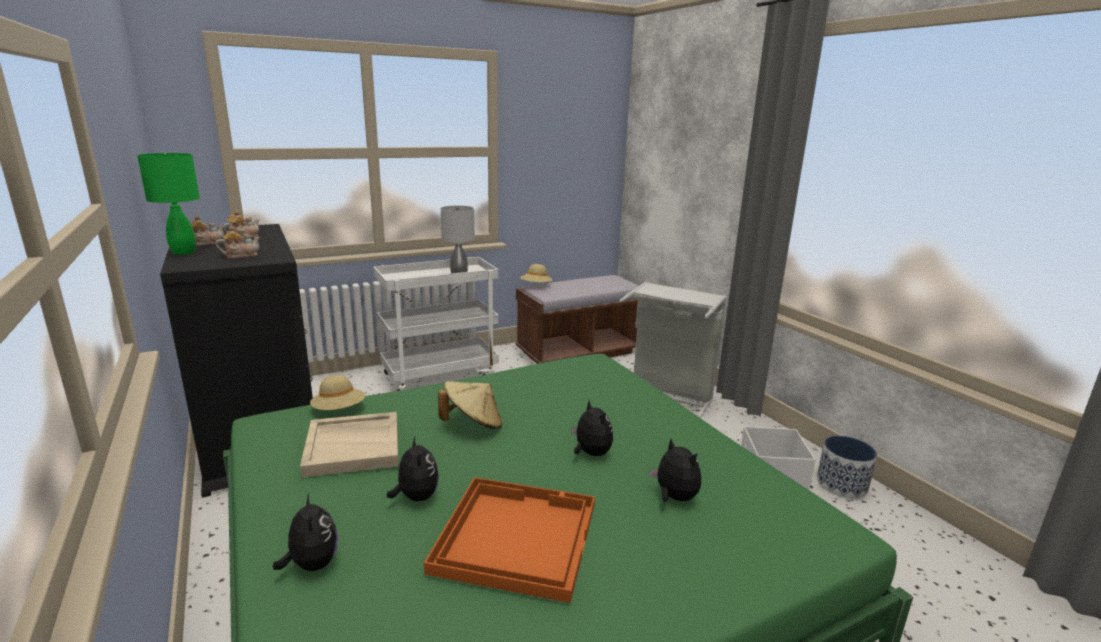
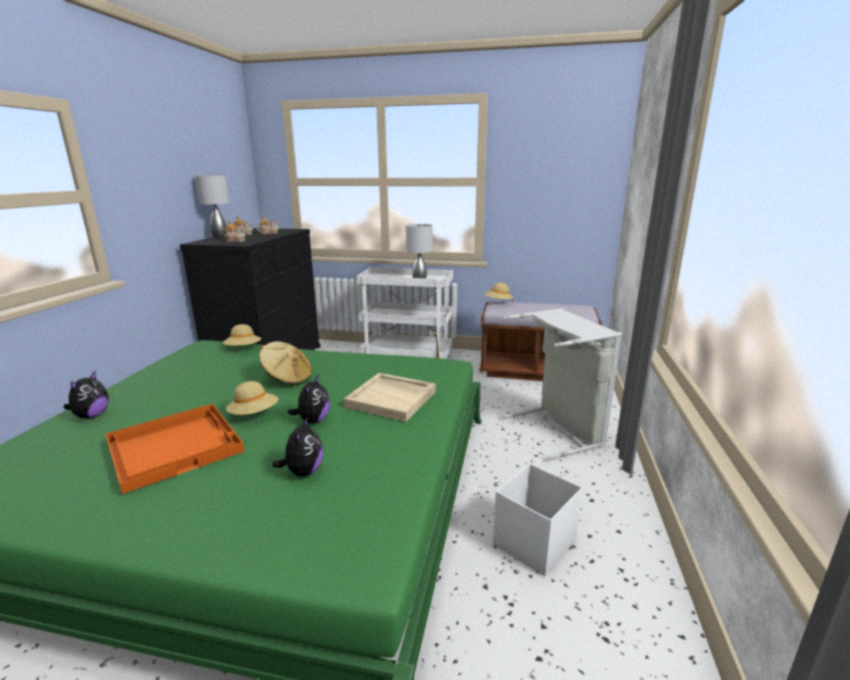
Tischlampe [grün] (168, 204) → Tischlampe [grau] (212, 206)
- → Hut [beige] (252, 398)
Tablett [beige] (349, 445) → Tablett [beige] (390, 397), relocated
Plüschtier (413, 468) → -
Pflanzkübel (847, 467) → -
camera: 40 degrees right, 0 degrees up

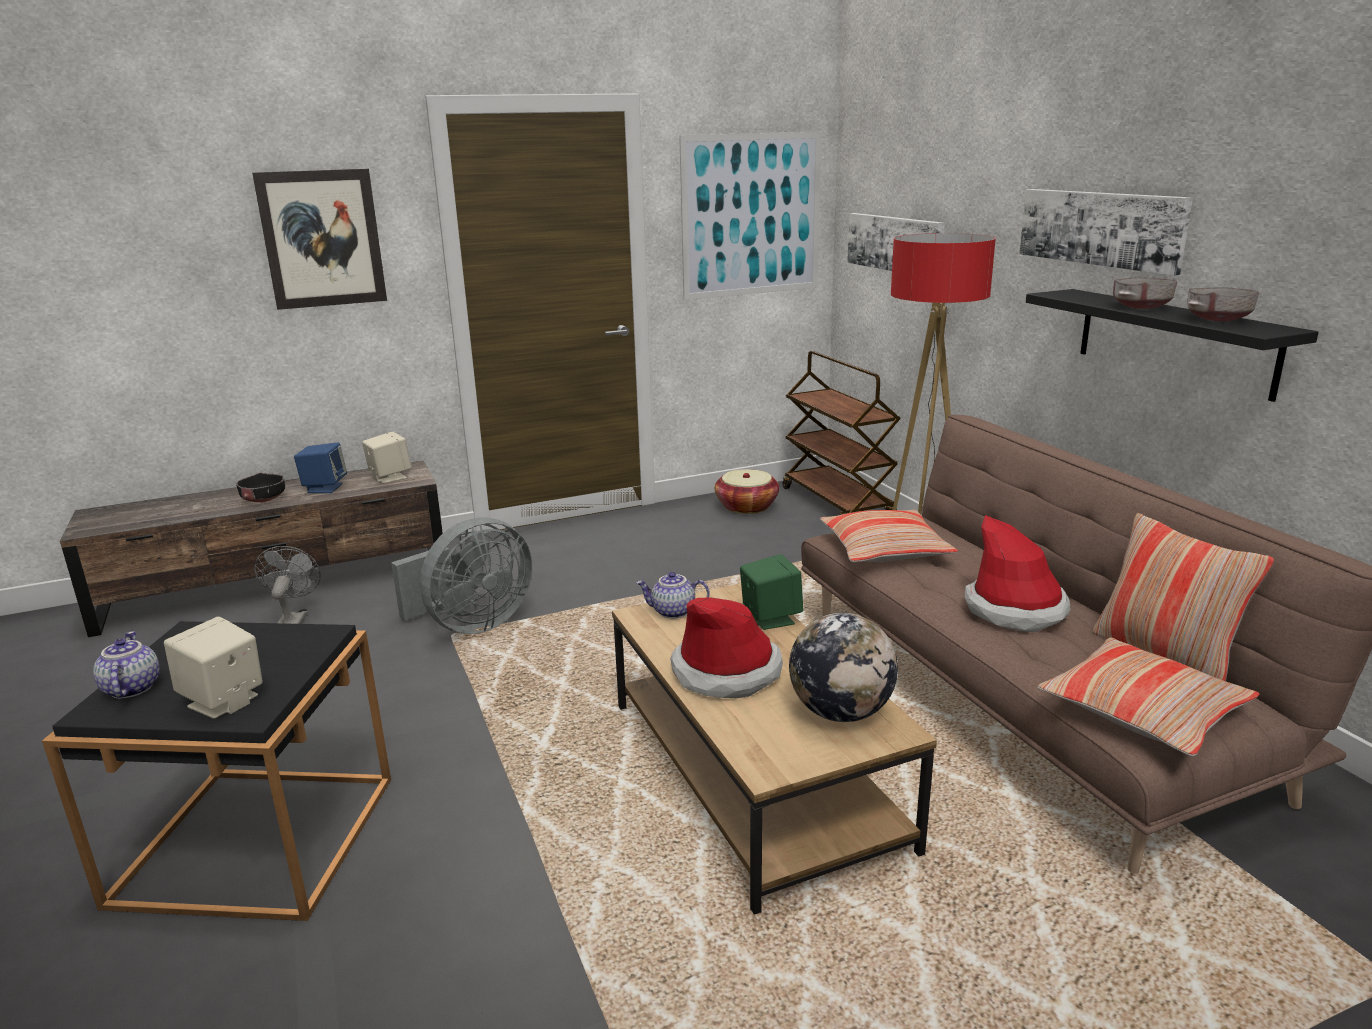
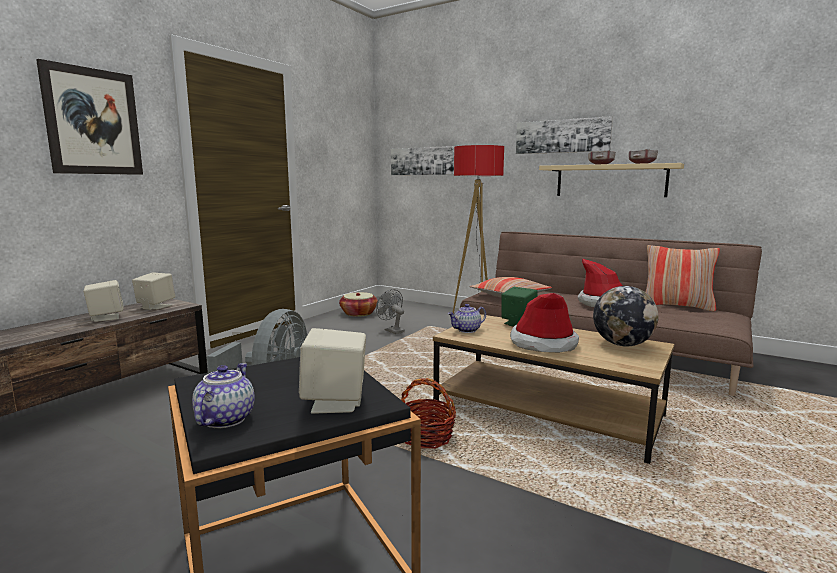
Lautsprecher [blau] (320, 468) → Lautsprecher [beige] (104, 301)
Teekanne (126, 665) → Teekanne (223, 395), 60 degrees clockwise
Ventilator [grau] (287, 585) → Ventilator [grau] (390, 311), relocated
- → Korb (428, 413)
Wandregal [schwarz] (1172, 345) → Wandregal [beige] (611, 180)
Schüssel [schwarz] (260, 487) → -
Bild (750, 216) → -
Rollwagen [braun] (842, 433) → -
Kissen (1148, 697) → -
camera: 35 degrees left, 10 degrees down

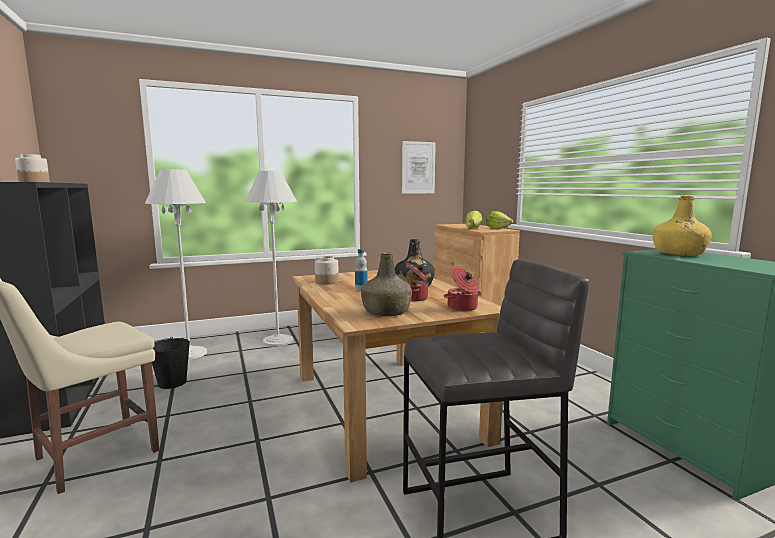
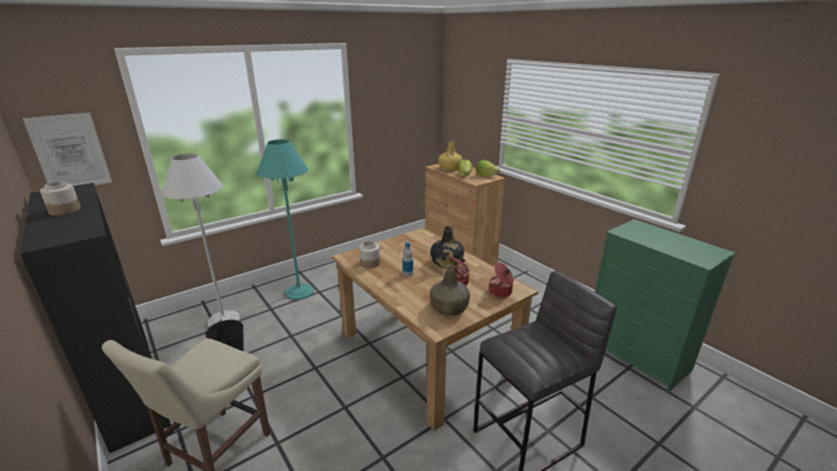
Bild (419, 167) → Bild (67, 149), relocated
Stehlampe [weiß] (271, 259) → Stehlampe [türkis] (285, 219)
Flasche [gelb] (682, 226) → Flasche [gelb] (450, 156), relocated
camera: 15 degrees left, 15 degrees up

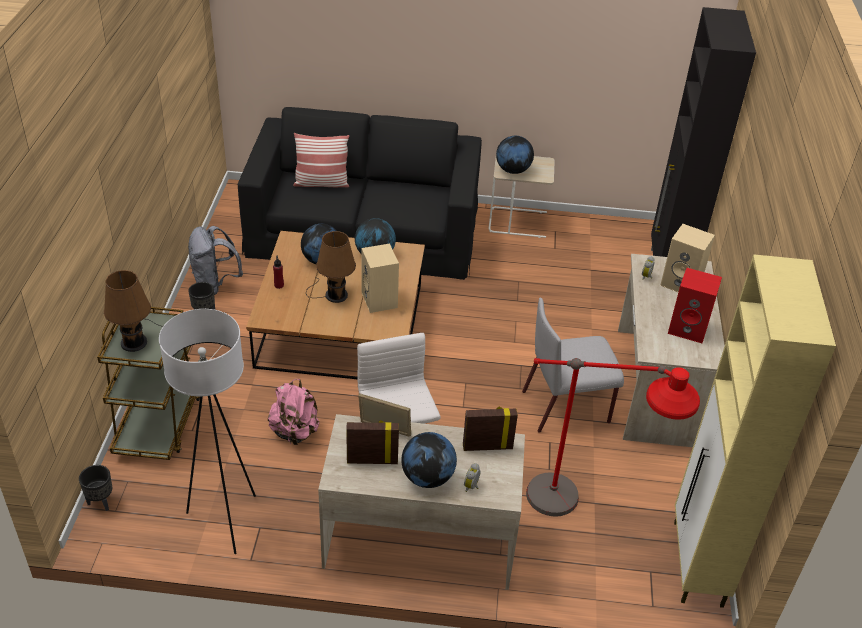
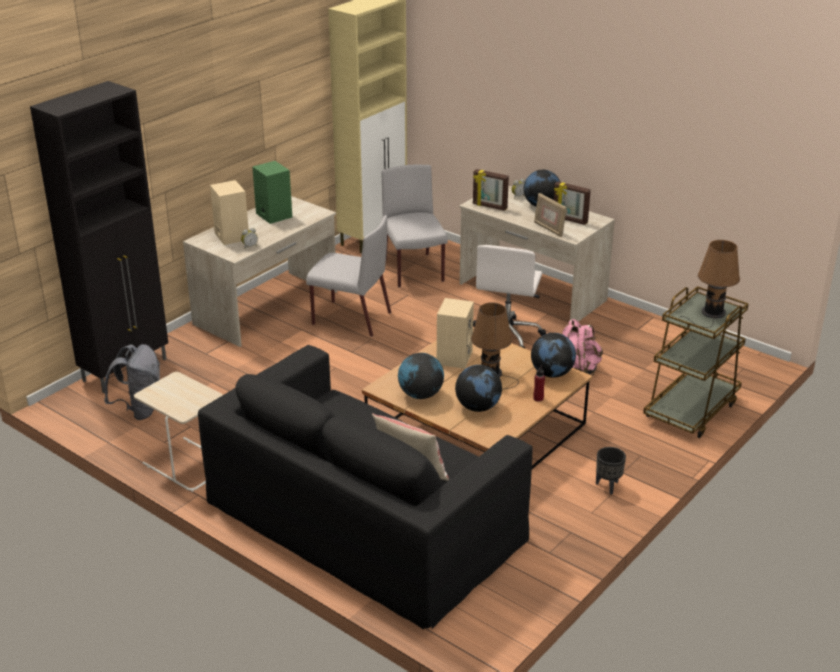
Rucksack [grau] (215, 260) → Rucksack [grau] (132, 382), relocated
Lautsprecher [rot] (695, 305) → Lautsprecher [grün] (272, 192)
Stehlampe [rot] (613, 437) → Stuhl [grau] (414, 226)
Globus (515, 155) → Globus (553, 355), relocated
Pflanzkübel [schwarz] (95, 488) → -
Stehlampe [weiß] (207, 431) → -
camera: 145 degrees left, 10 degrees down

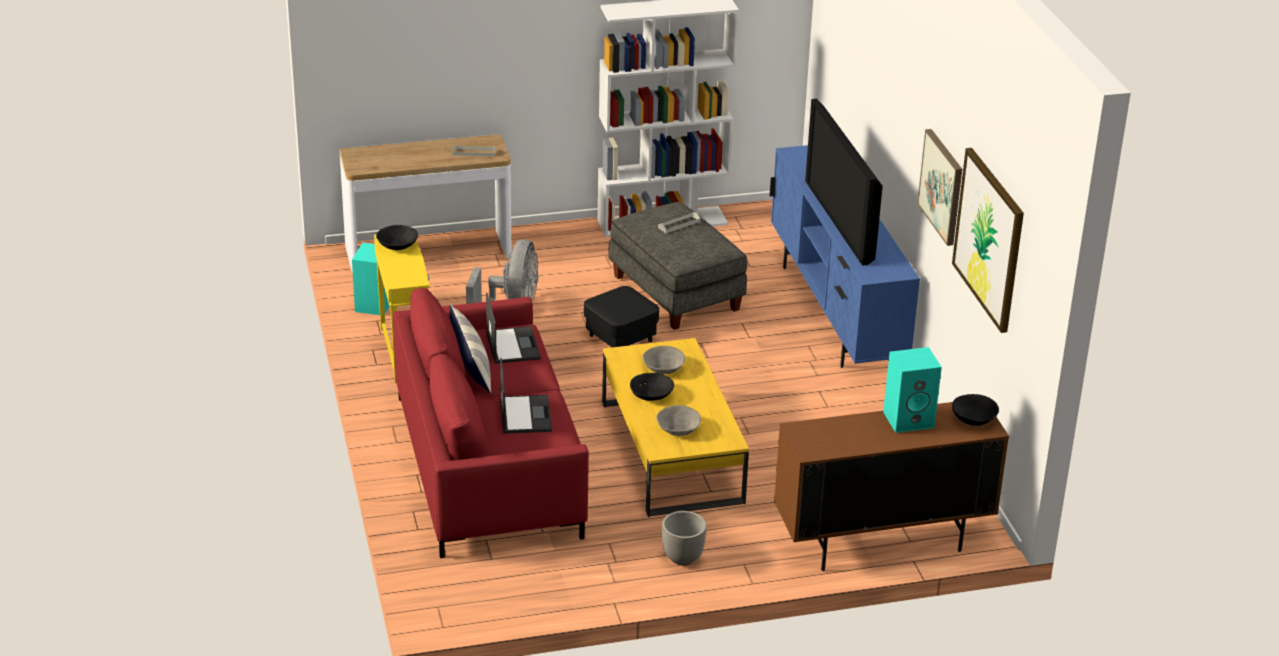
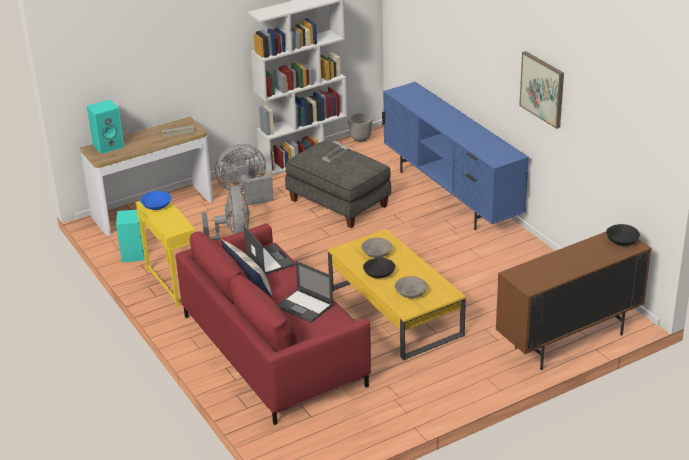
Lautsprecher [türkis] (912, 390) → Lautsprecher [türkis] (105, 127), relocated
Schüssel [schwarz] (397, 237) → Schüssel [blau] (155, 200)
- → Ventilator [grau] (244, 175)
Laptop (526, 396) → Laptop (305, 292), 150 degrees clockwise
Pflanzkübel (684, 538) → Pflanzkübel (360, 127), relocated
Polsterhocker [schwarz] (621, 316) → -
Fernseher (844, 182) → -
Bild (988, 240) → -
camera: 15 degrees left, 0 degrees up

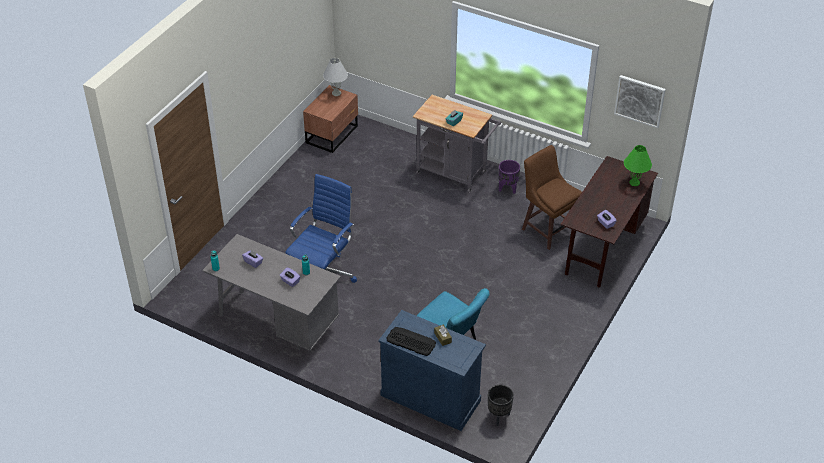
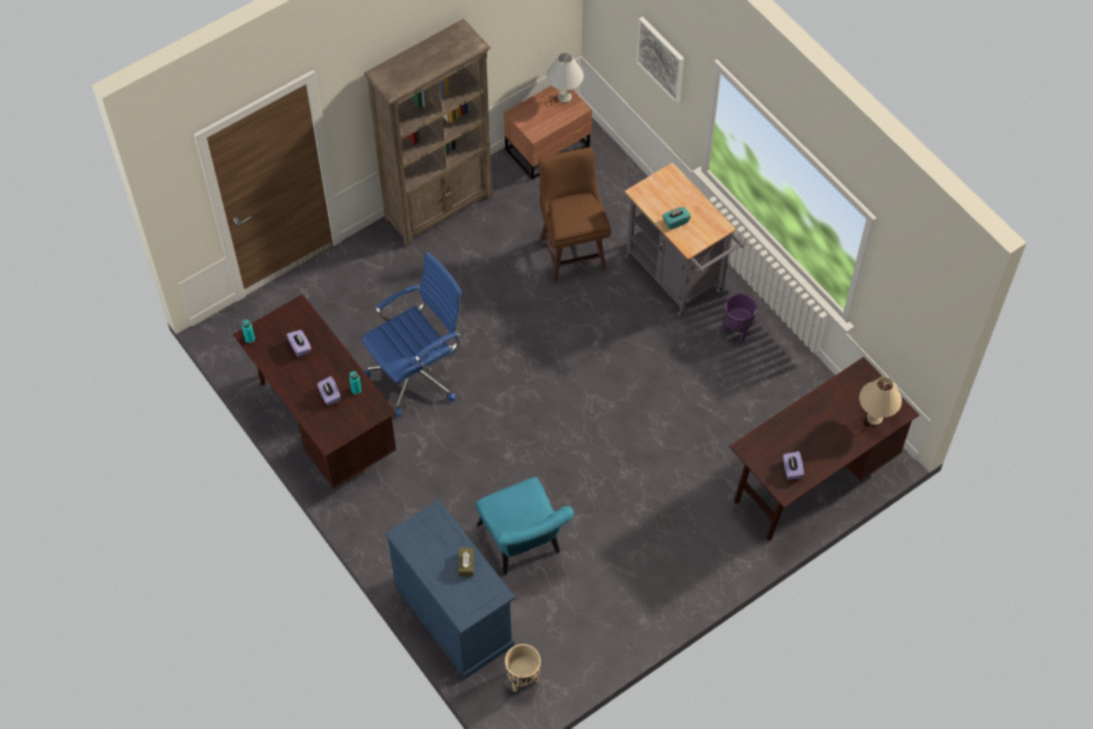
Schreibtisch [grau] (271, 292) → Schreibtisch [braun] (315, 391)
- → Bücherregal [braun] (428, 133)
Pflanzkübel [schwarz] (501, 405) → Pflanzkübel [beige] (523, 668)
Hocker [braun] (552, 197) → Hocker [braun] (575, 214), relocated
Bild (640, 101) → Bild (660, 60), relocated
Tischlampe [grün] (638, 165) → Tischlampe [beige] (880, 401)
Tastatur (411, 341) → -
camera: 25 degrees right, 15 degrees up

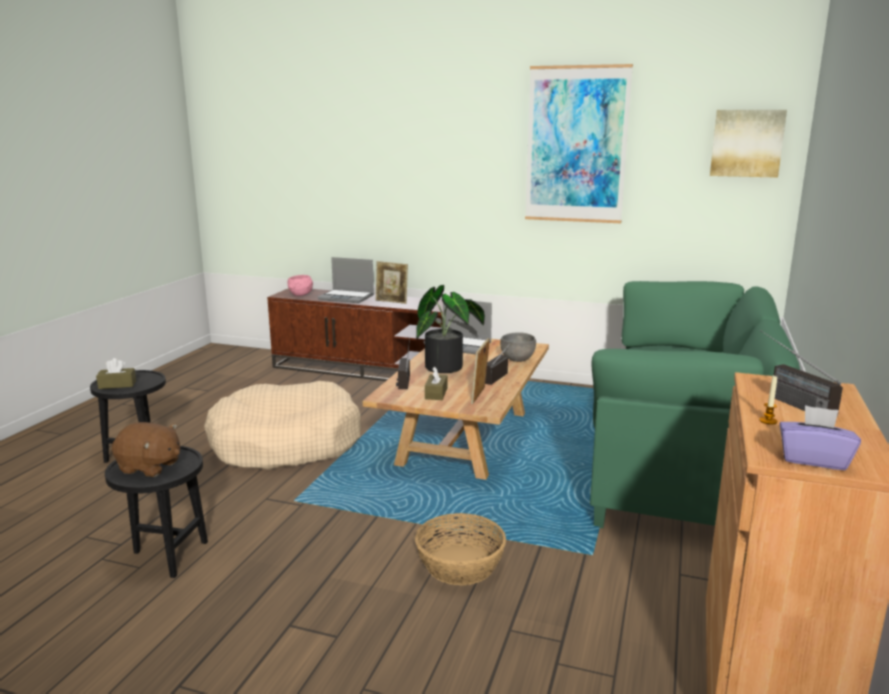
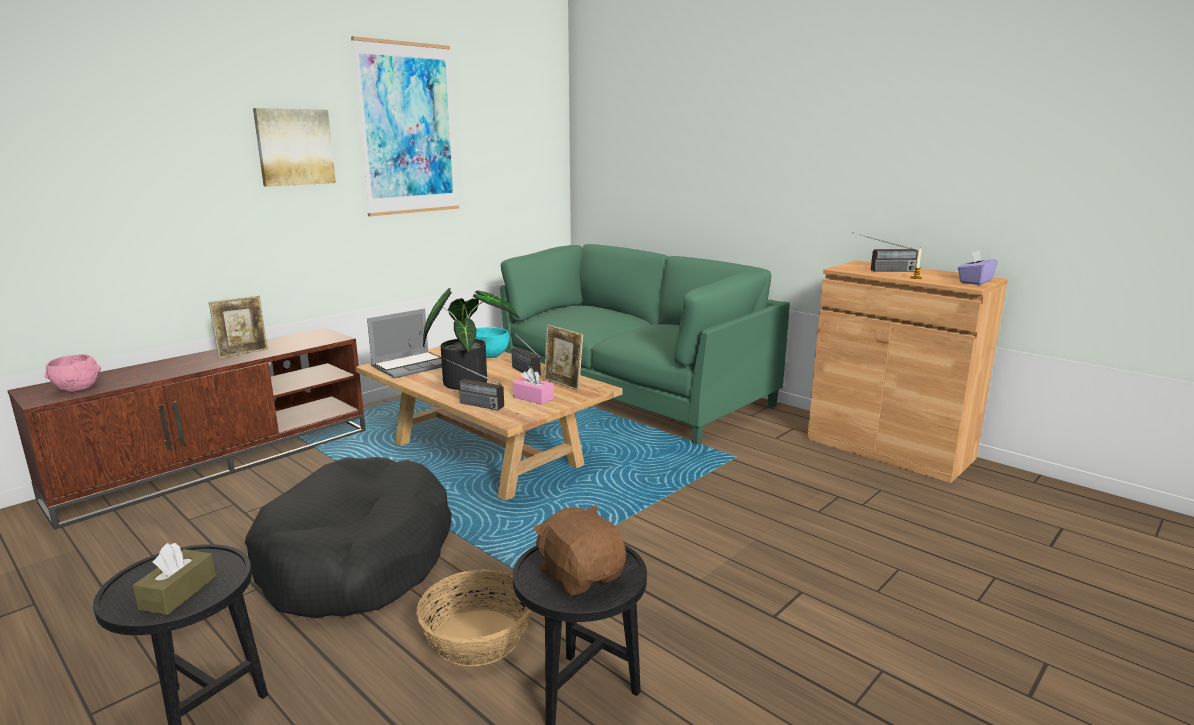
Hundebett [beige] (282, 425) → Hundebett [schwarz] (348, 537)
Bild (748, 144) → Bild (294, 147), relocated
Korb (460, 549) → Korb (473, 618), relocated
Schüssel [grau] (518, 347) → Schüssel [türkis] (492, 342)
Taschentuchbox [braun] (436, 383) → Taschentuchbox [rosa] (533, 386)
Plüschtier [braun] (146, 449) → Plüschtier [braun] (579, 551), 75 degrees counterclockwise
Laptop (346, 280) → -
camera: 65 degrees left, 0 degrees up

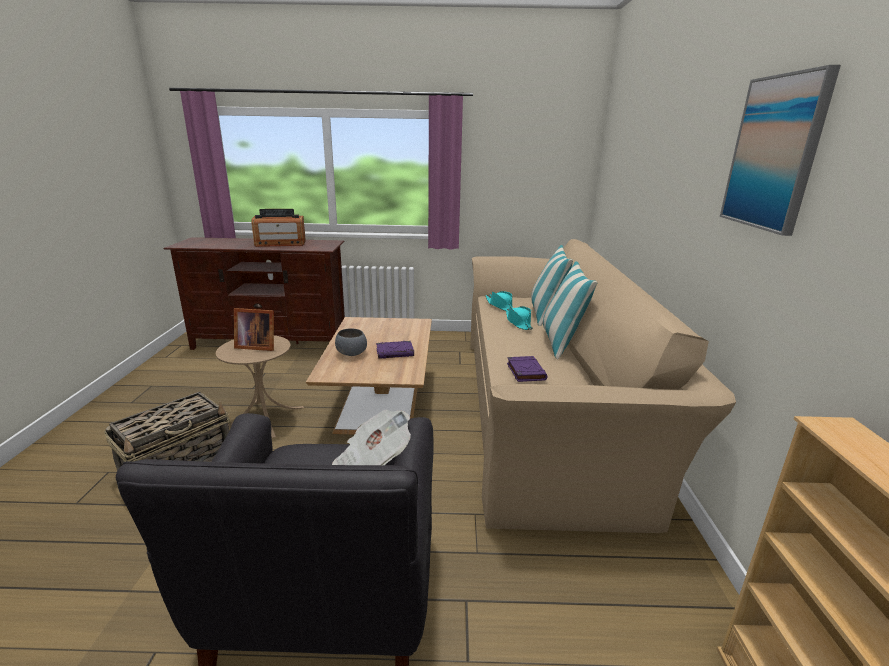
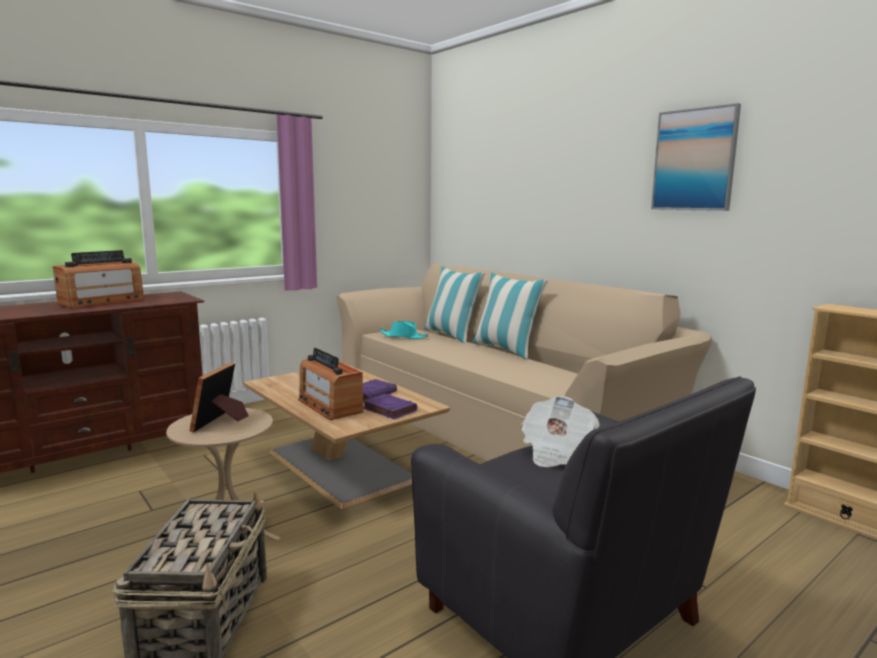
Bilderrahmen (254, 329) → Bilderrahmen (218, 397), 135 degrees clockwise
Schüssel [grau] (351, 342) → Radio (330, 384)
Buch [lila] (527, 369) → Buch [lila] (390, 406), relocated
Hut [türkis] (519, 318) → -
camera: 40 degrees left, 10 degrees down

